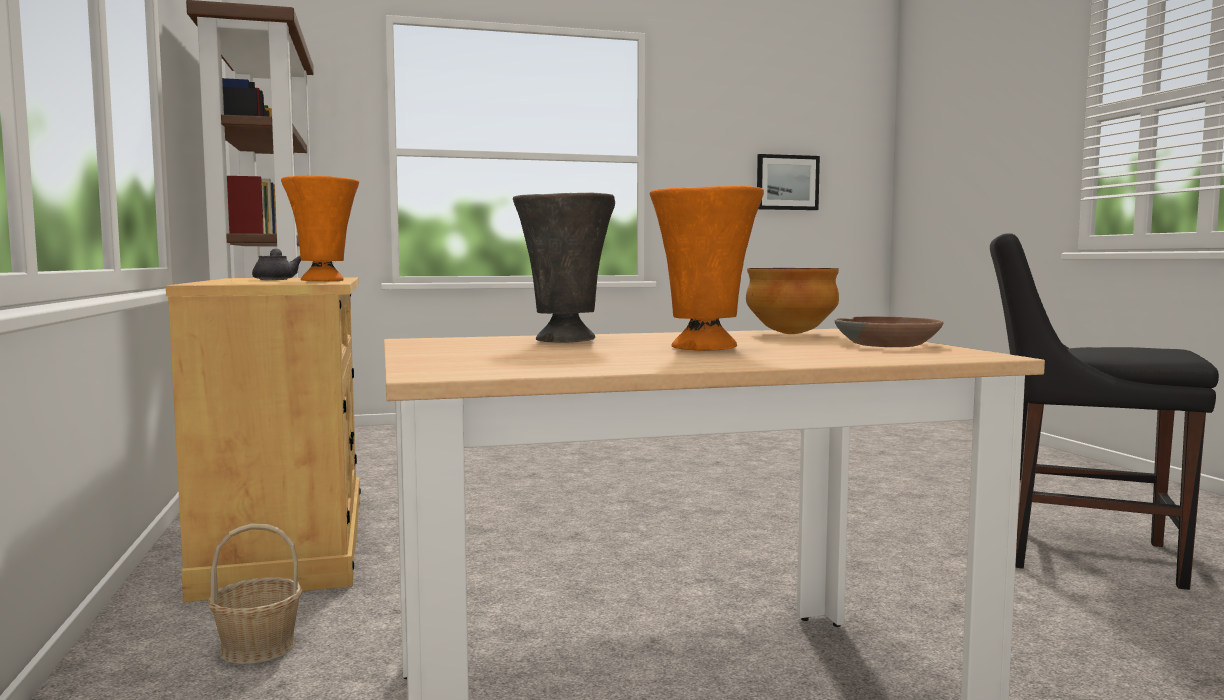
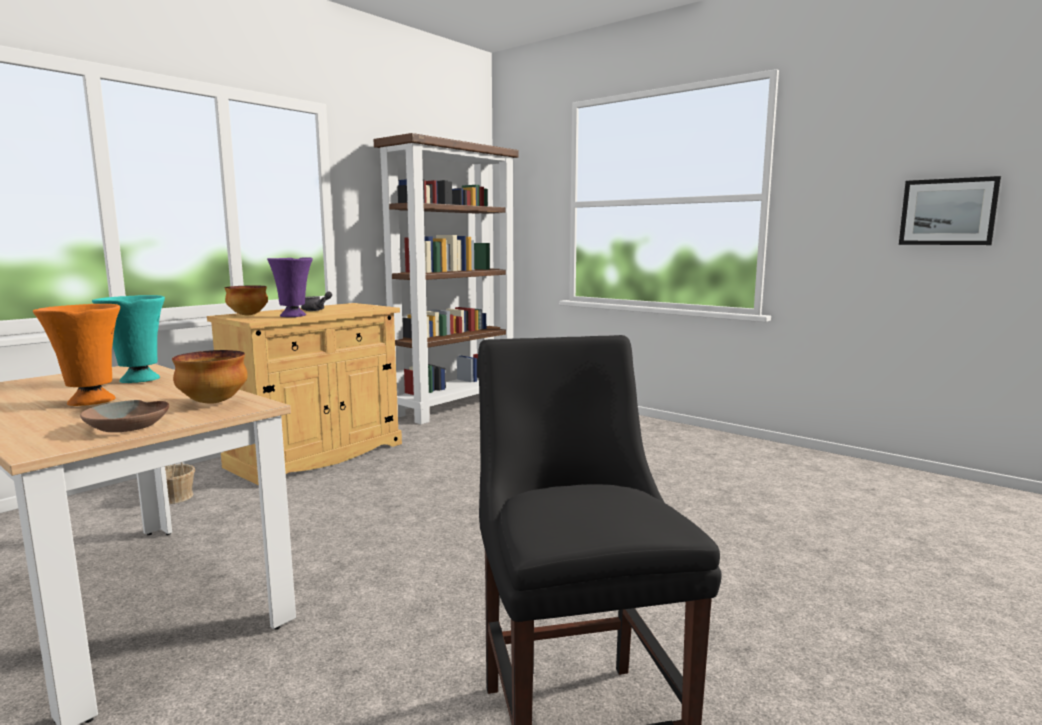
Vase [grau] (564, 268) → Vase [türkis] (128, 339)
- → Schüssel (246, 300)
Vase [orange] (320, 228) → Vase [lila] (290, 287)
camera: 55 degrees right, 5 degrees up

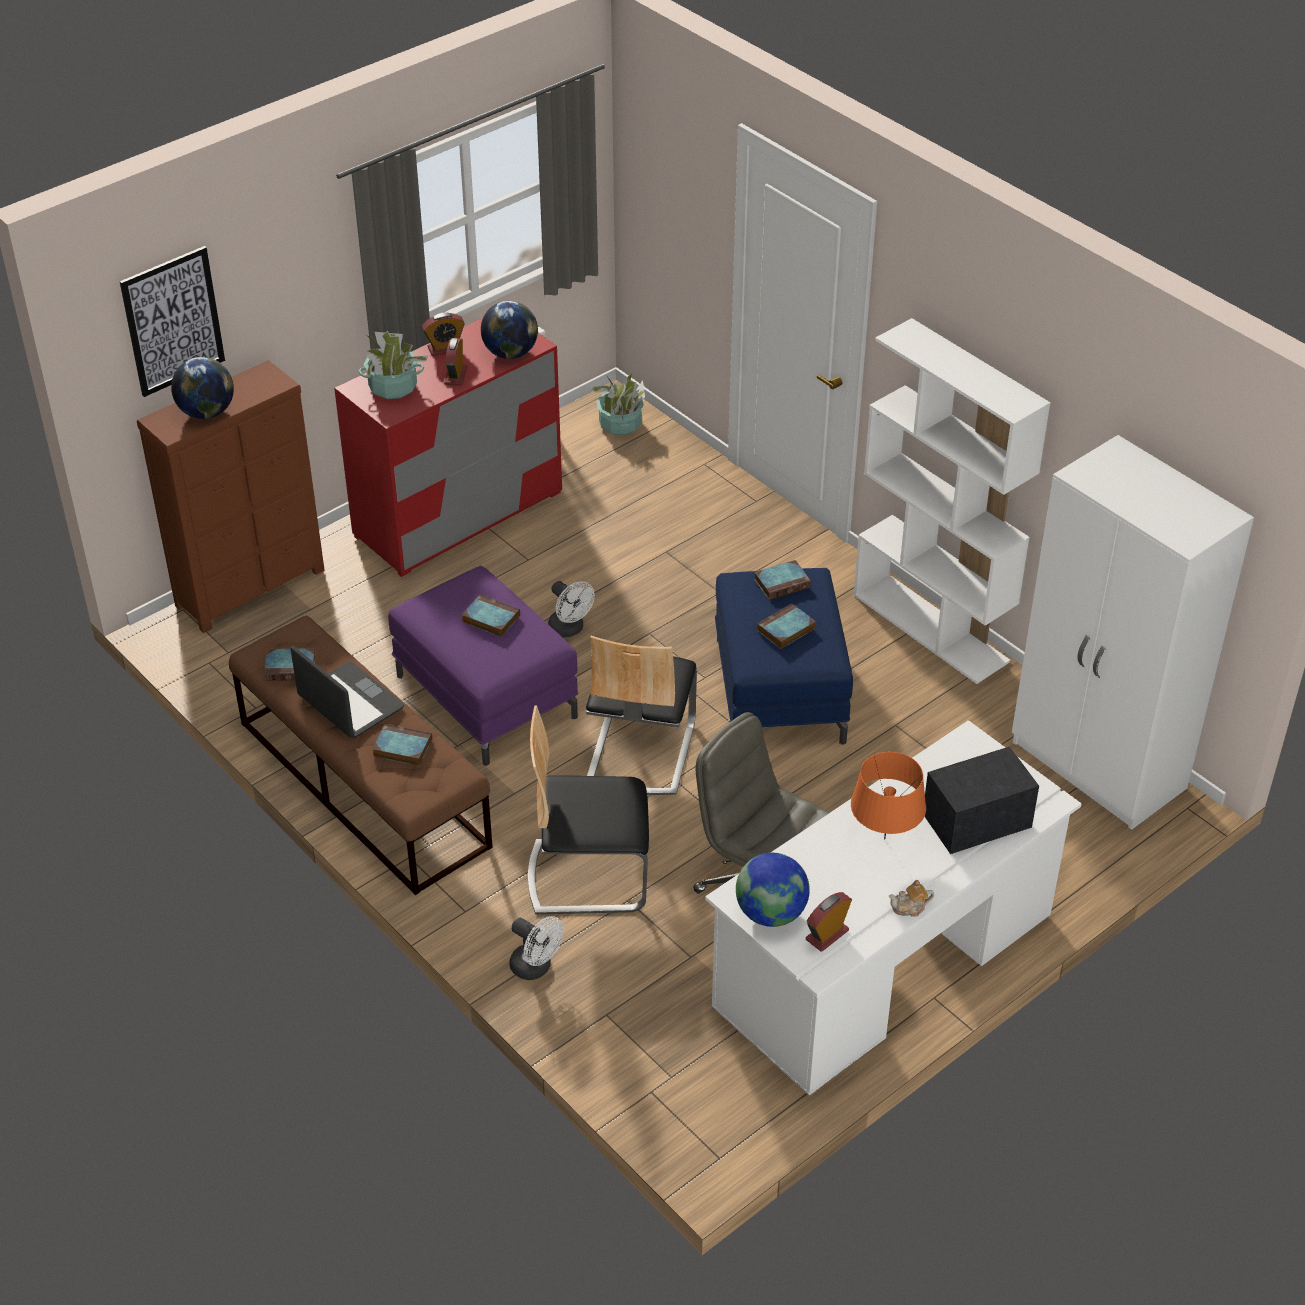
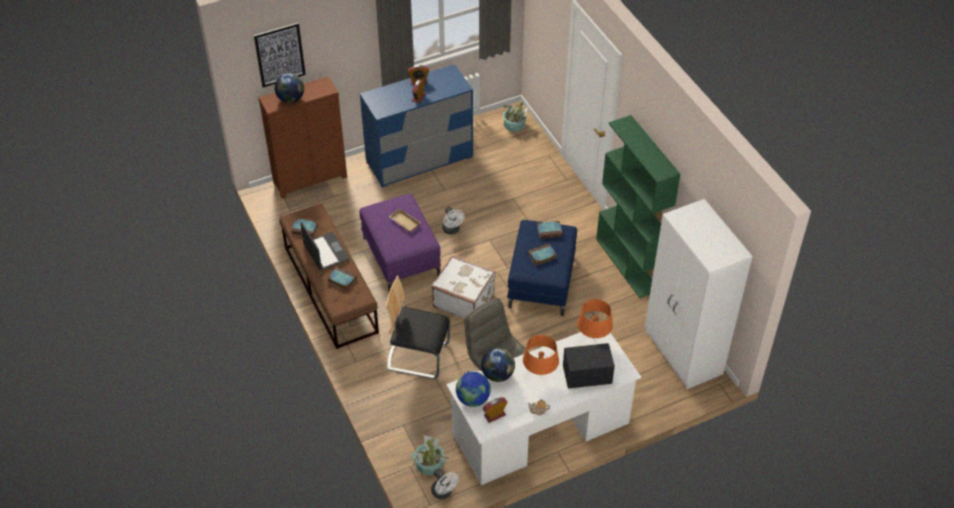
Kommode [rot] (448, 447) → Kommode [blau] (416, 125)
Buch (491, 615) → Tablett [beige] (405, 220)
Topfpflanze (393, 364) → Topfpflanze (430, 455), relocated
Stuhl (641, 715) → Koffer [weiß] (463, 287)
Ventilator [weiß] (537, 948) → Ventilator [weiß] (445, 483), relocated
Globus (509, 330) → Globus (498, 365), relocated
- → Tischlampe [orange] (595, 319)
Bücherregal [weiß] (952, 501) → Bücherregal [grün] (638, 206)
camera: 15 degrees right, 5 degrees up

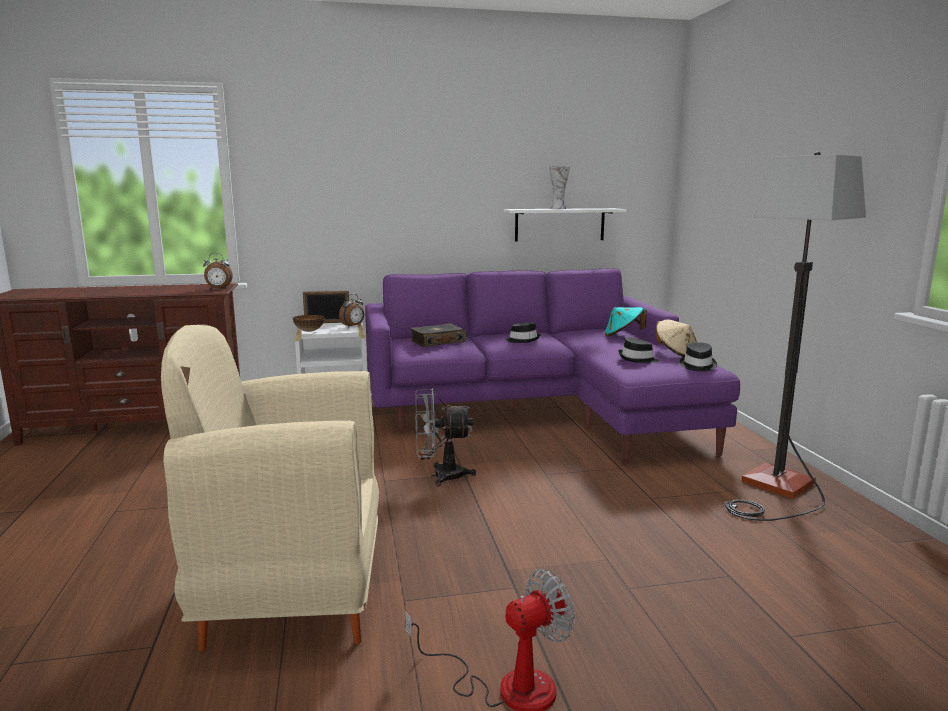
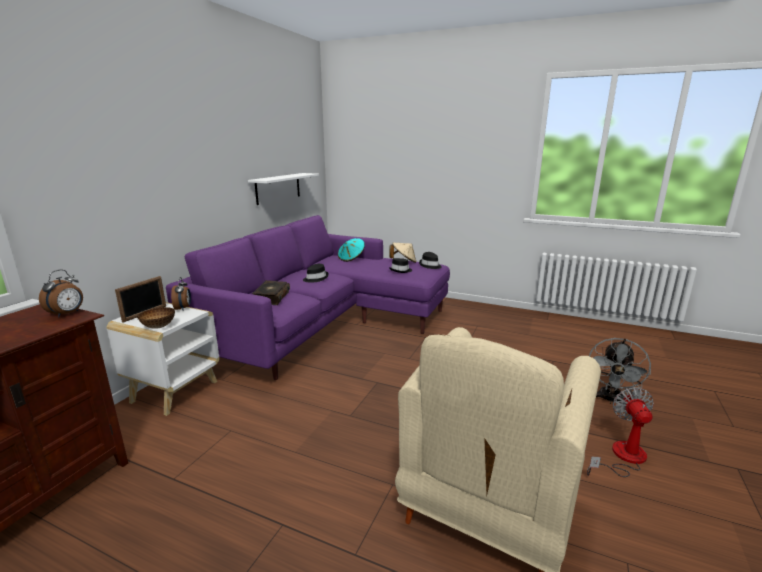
Ventilator [grau] (445, 437) → Ventilator [grau] (620, 371), relocated
Vase (560, 187) → -
Stehlampe (795, 336) → -
camera: 55 degrees left, 5 degrees up

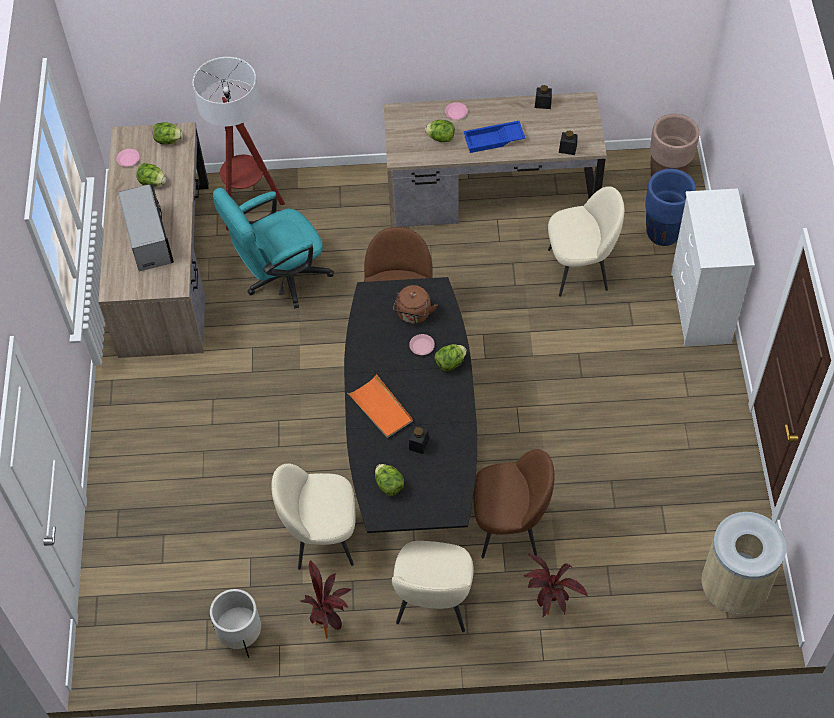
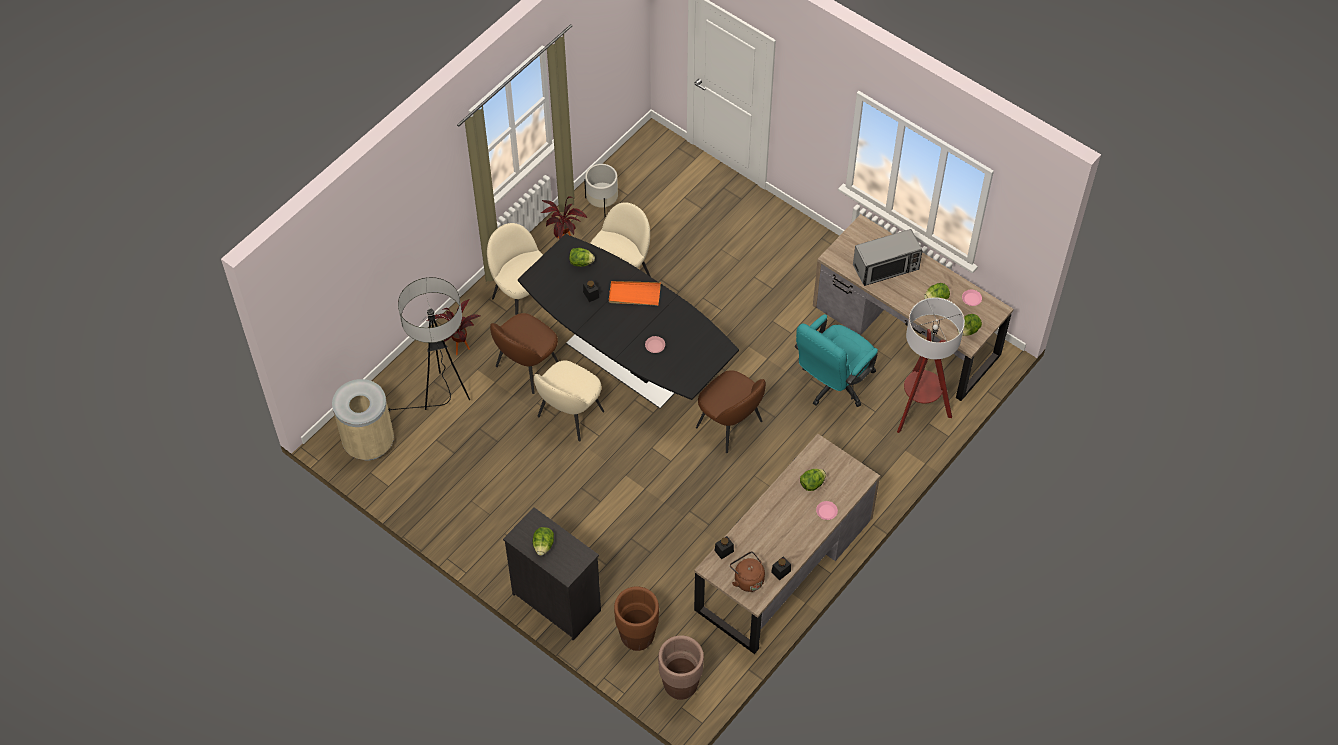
- → Stehlampe (429, 344)
Kommode [weiß] (713, 267) → Kommode [schwarz] (552, 574)
Salatkopf (450, 357) → Salatkopf (543, 541), relocated
Stuhl [beige] (586, 241) → Stuhl [beige] (569, 401), relocated
Pflanzkübel [blau] (670, 207) → Pflanzkübel [braun] (636, 618)
Wasserkessel [braun] (415, 304) → Wasserkessel [braun] (747, 571), relocated
Bürostuhl [türkis] (273, 248) → Bürostuhl [türkis] (836, 360), 150 degrees counterclockwise
Mikrowelle (146, 227) → Mikrowelle (887, 257), 45 degrees counterclockwise
Tablett [blau] (494, 137) → -
camera: 130 degrees right, 0 degrees up

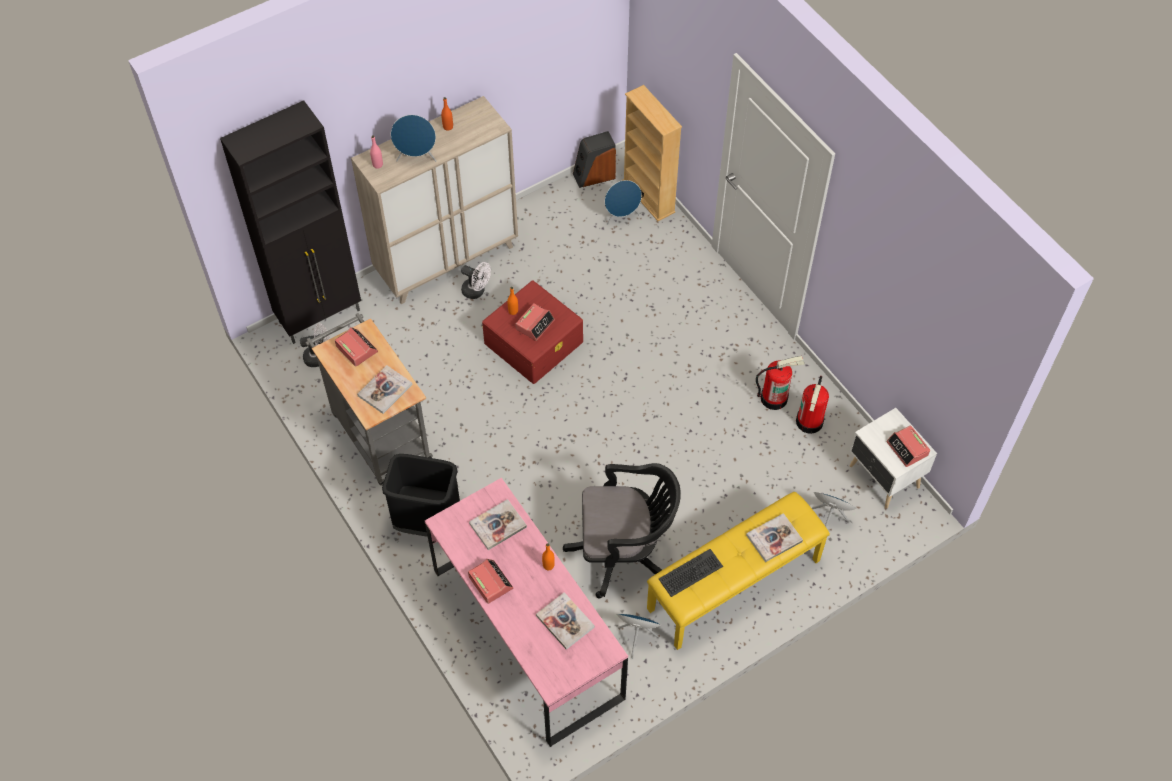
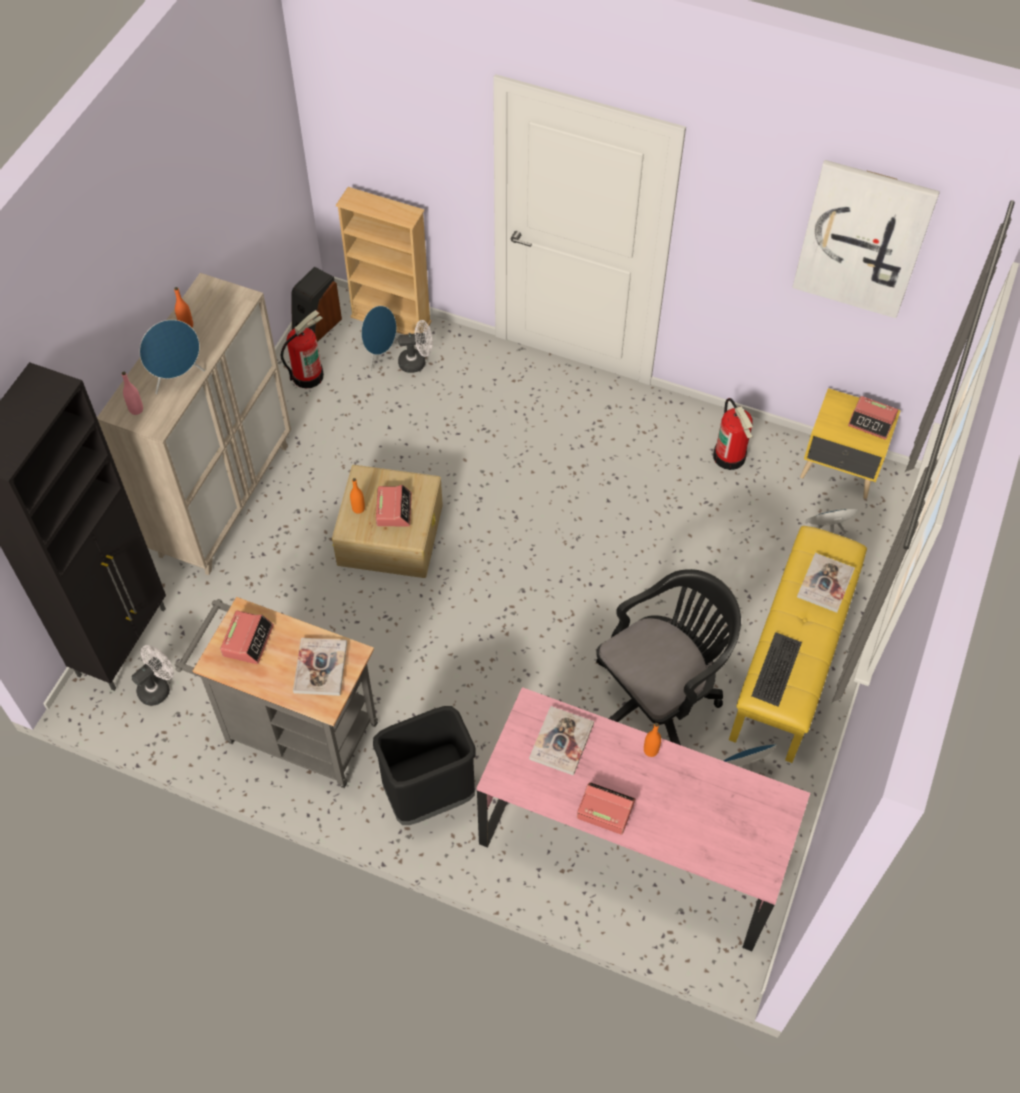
Wecker (356, 347) → Wecker (247, 637), 90 degrees clockwise
Feuerlöscher (780, 383) → Feuerlöscher (302, 349), relocated
Aufbewahrungsbox [rot] (532, 332) → Aufbewahrungsbox [beige] (387, 521)
Ventilator [weiß] (476, 280) → Ventilator [weiß] (415, 346), relocated
- → Bild (866, 239)
Nachttisch [weiß] (893, 458) → Nachttisch [gelb] (850, 443)
Buch (565, 621) → -
camera: 35 degrees left, 0 degrees up

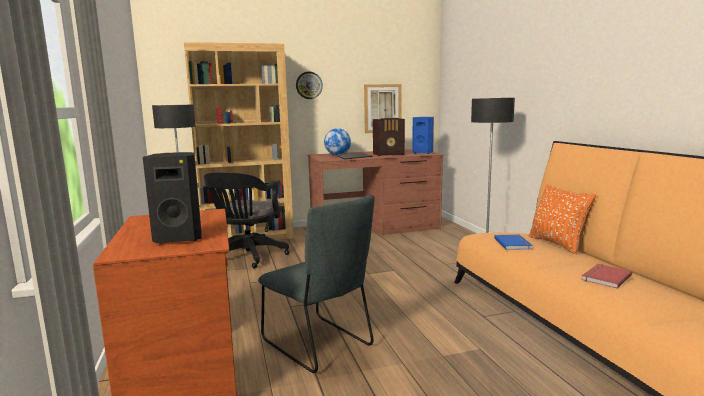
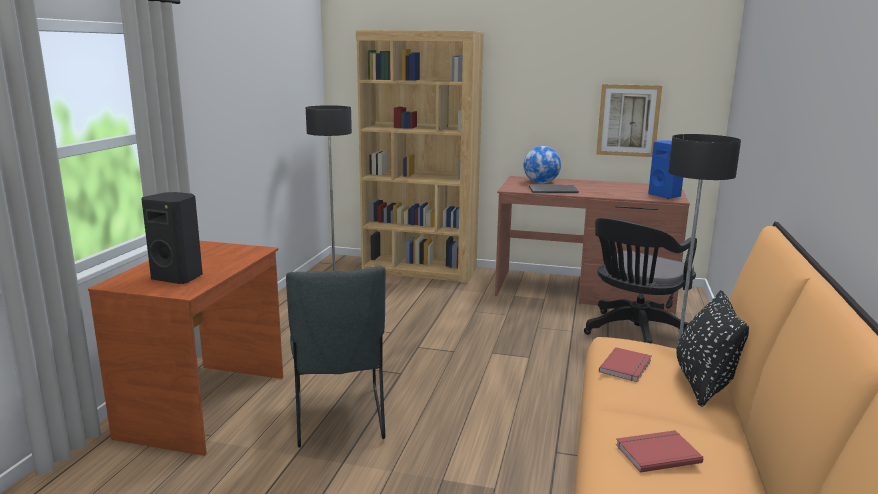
Bürostuhl [schwarz] (247, 220) → Bürostuhl [schwarz] (640, 280), relocated
Buch [blau] (513, 242) → Buch [rot] (625, 364)
Kissen [orange] (562, 219) → Kissen [schwarz] (712, 348)
Wanduhr (309, 85) → -
Radio (389, 137) → -
camera: 30 degrees right, 5 degrees up

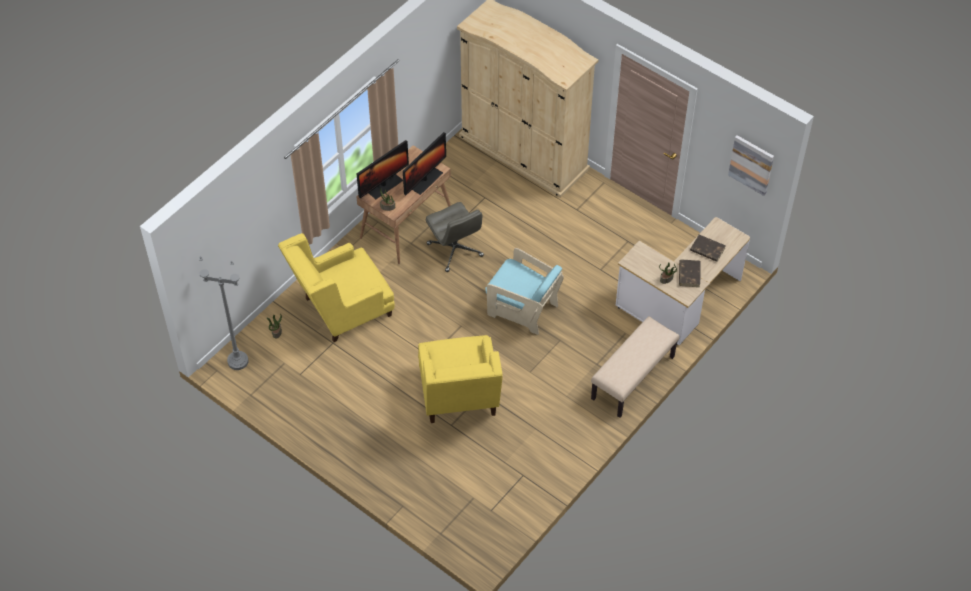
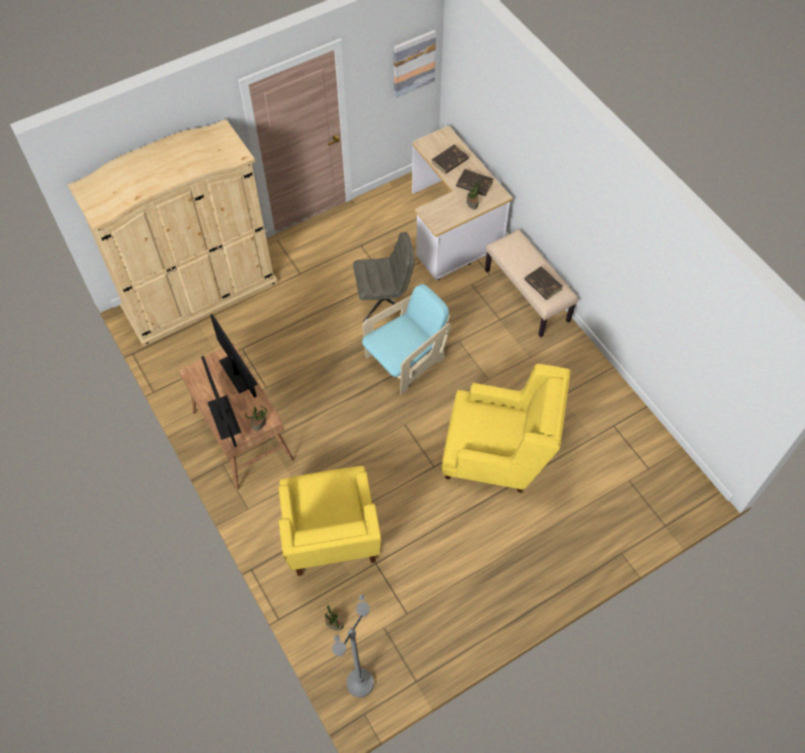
Bürostuhl [grau] (454, 237) → Bürostuhl [grau] (383, 277), relocated
- → Buch [braun] (543, 283)
camera: 70 degrees left, 5 degrees up

